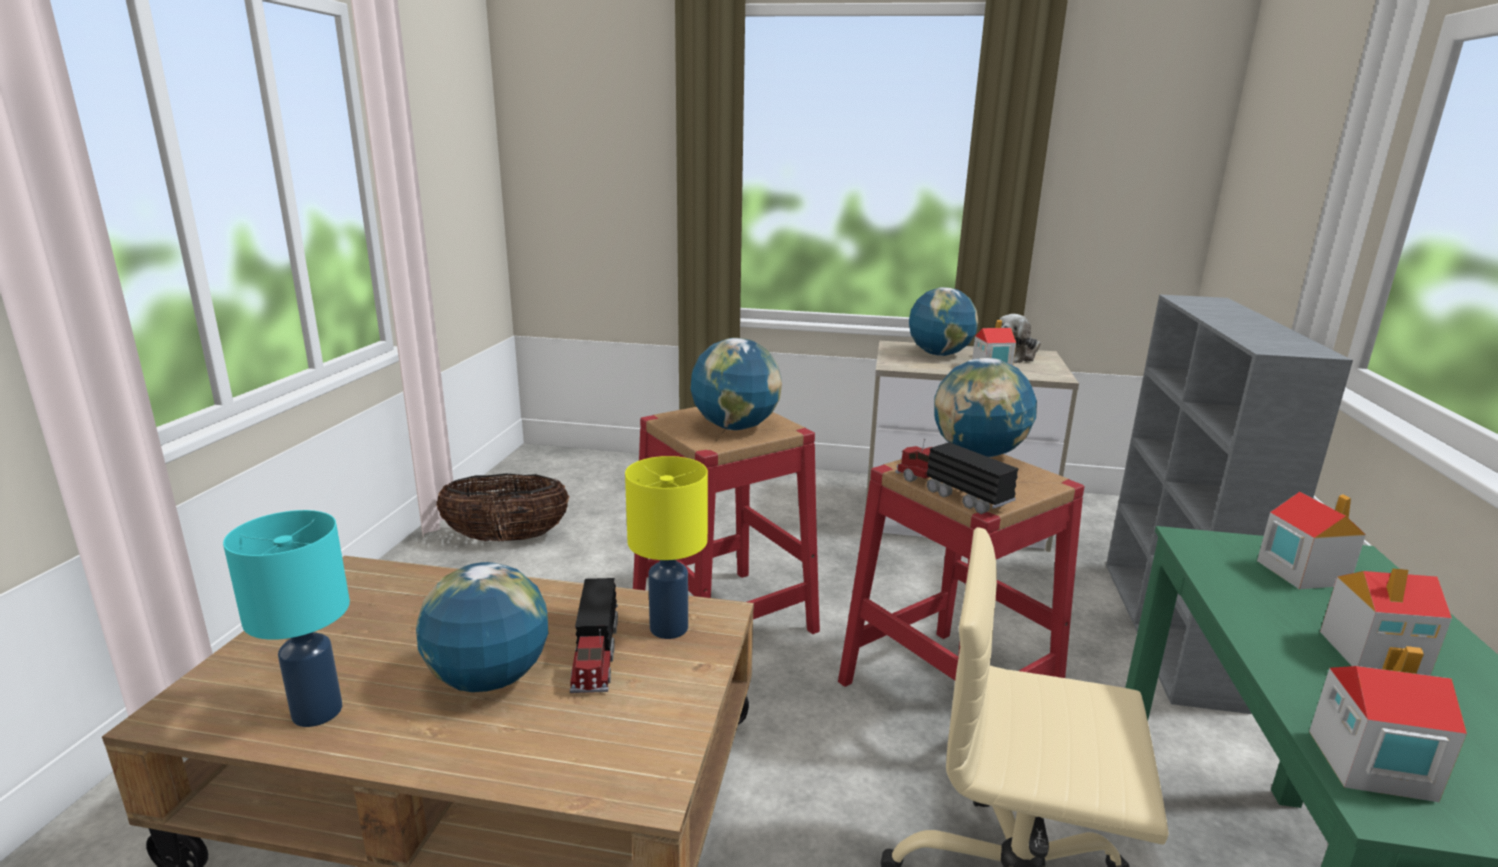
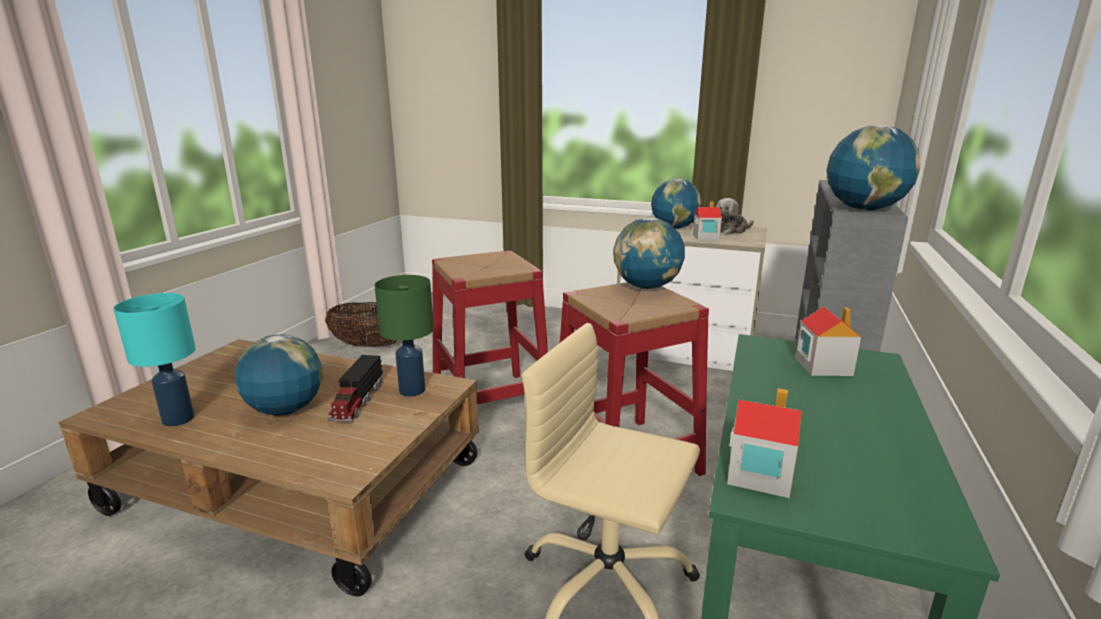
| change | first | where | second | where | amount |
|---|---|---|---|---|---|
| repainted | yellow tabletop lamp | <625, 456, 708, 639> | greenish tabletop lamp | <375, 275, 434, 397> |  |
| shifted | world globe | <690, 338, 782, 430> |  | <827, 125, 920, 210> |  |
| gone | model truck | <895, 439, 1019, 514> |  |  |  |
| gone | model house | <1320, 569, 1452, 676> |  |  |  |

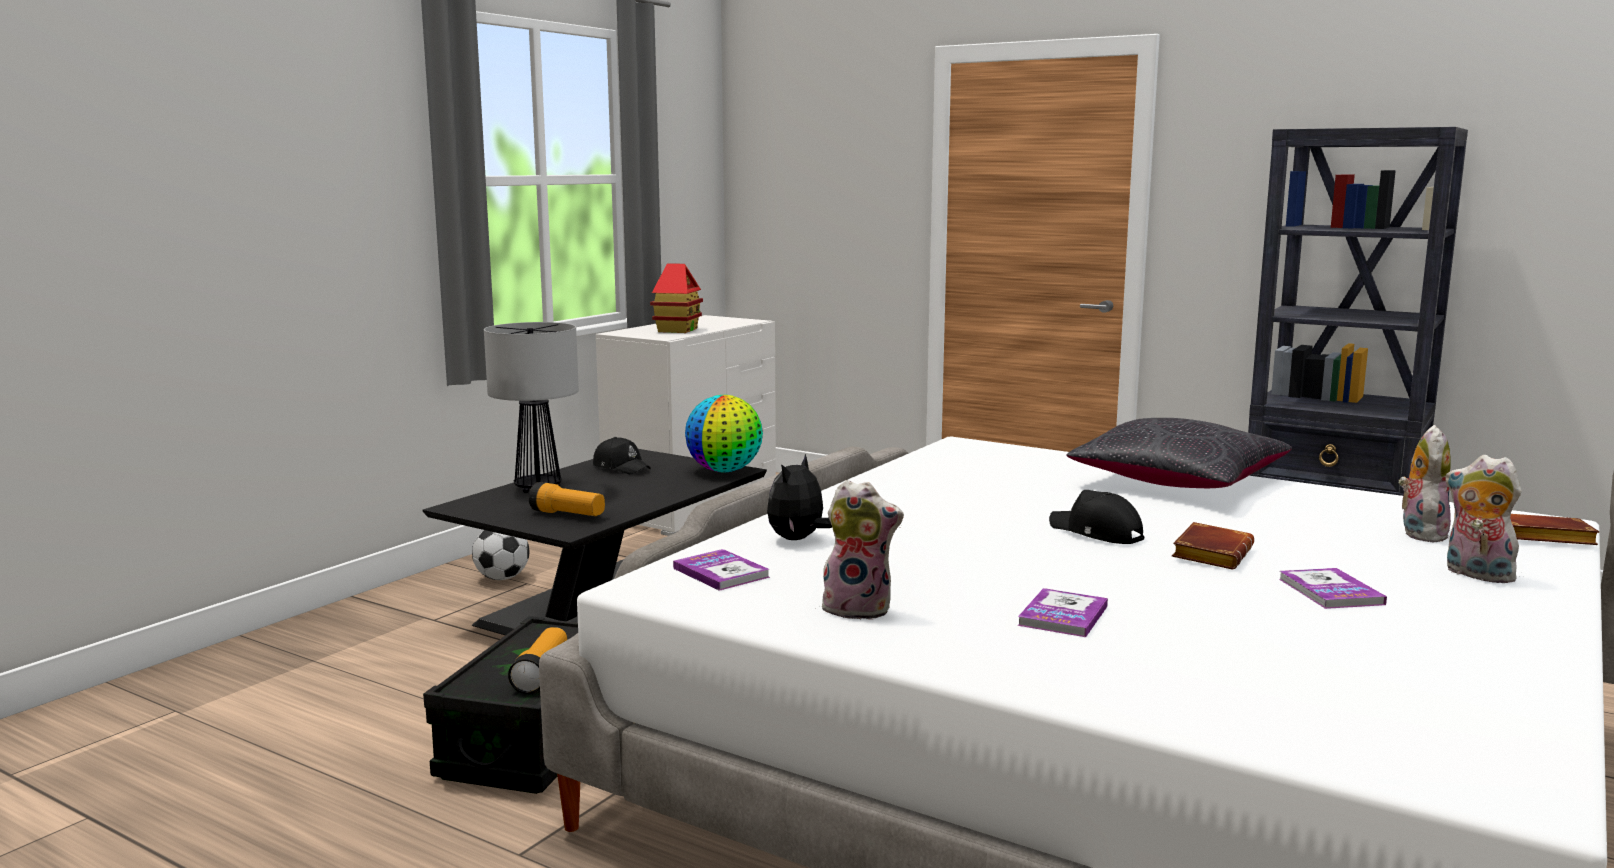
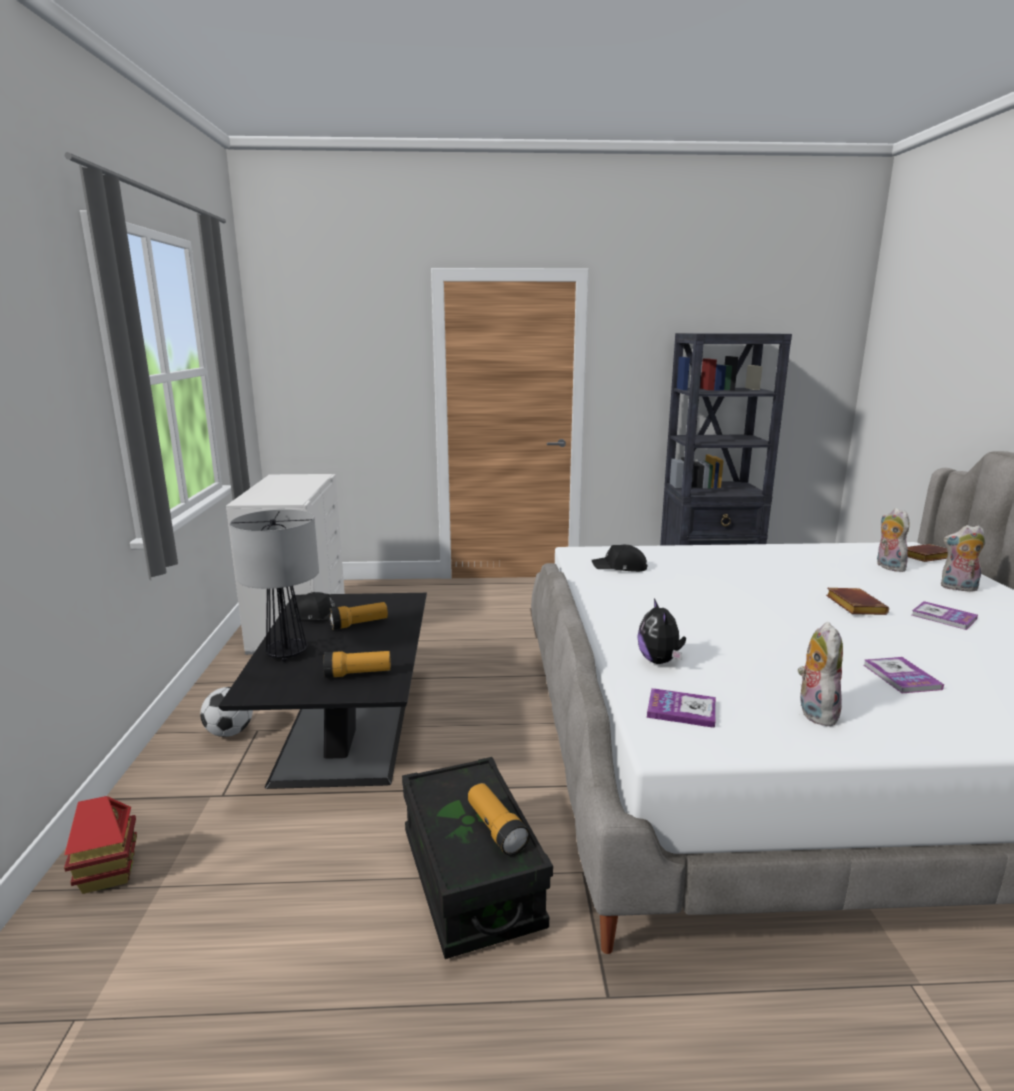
| change | first | where | second | where | amount |
|---|---|---|---|---|---|
| shifted | model house | <650, 263, 703, 333> |  | <64, 796, 137, 894> |  |
| gone | world globe | <685, 395, 763, 472> |  |  |  |
| rotated | soft toy | <819, 480, 904, 620> |  | <798, 622, 843, 726> | 60 degrees counterclockwise |
| shifted | black-coloured cap | <1049, 490, 1144, 544> |  | <592, 545, 648, 572> |  |
| gone | black-coloured cushion | <1067, 418, 1292, 488> |  |  |  |
| new |  |  | flashlight | <329, 602, 388, 630> |  |

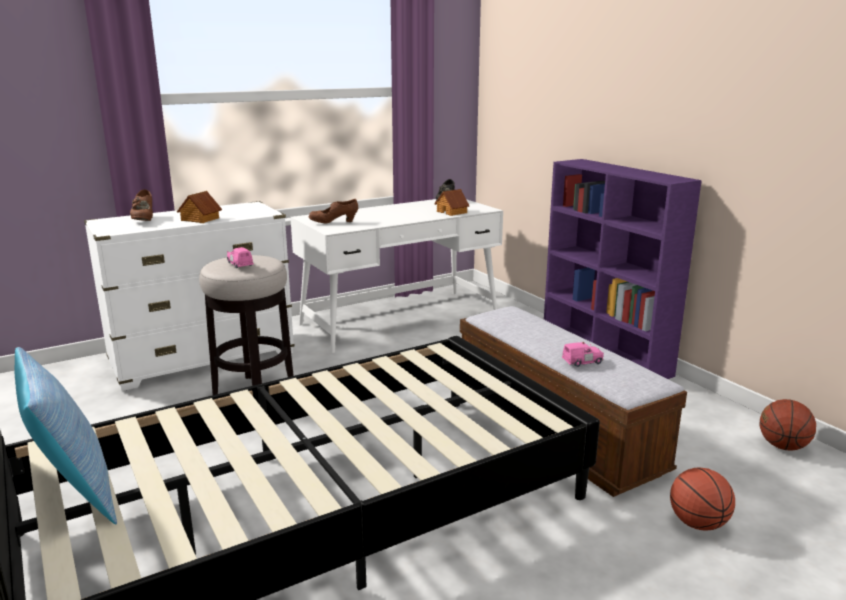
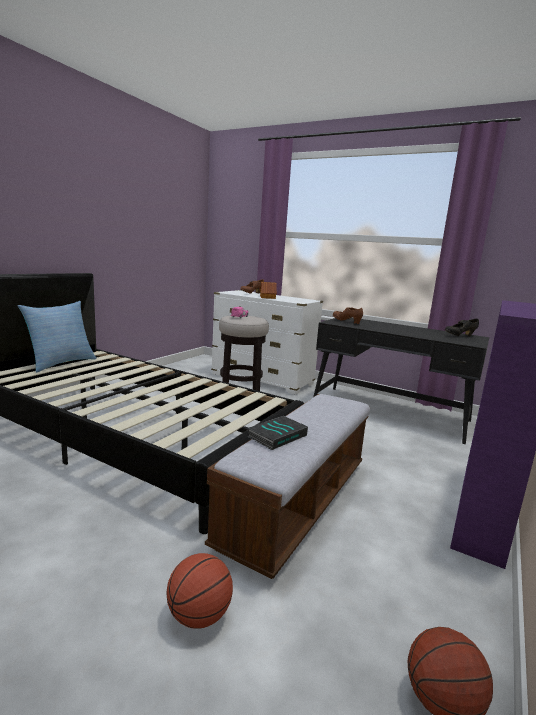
| change | first | where | second | where | amount |
|---|---|---|---|---|---|
| repainted | whitish desk | <290, 199, 503, 353> | black-coloured desk | <313, 318, 489, 444> |  |
| gone | model house | <434, 189, 469, 216> |  |  |  |
| swapped | pink-coloured model car | <562, 342, 604, 367> | bound book | <248, 416, 308, 450> |  |

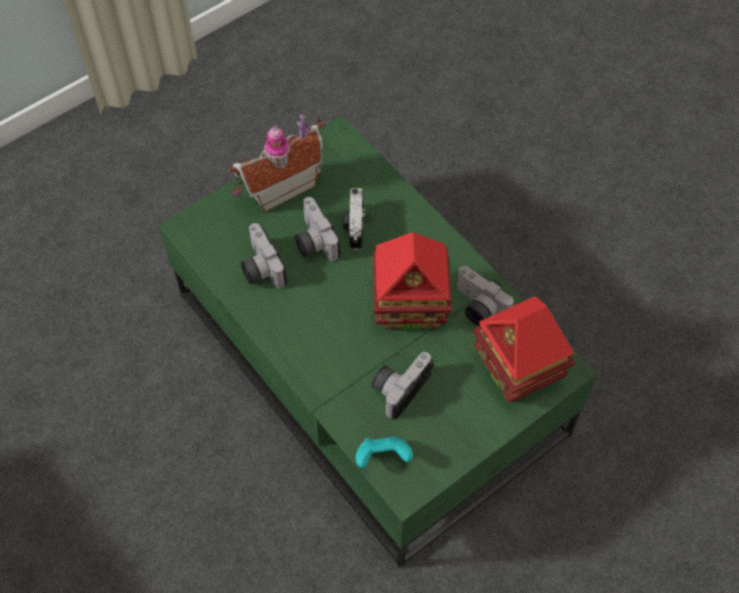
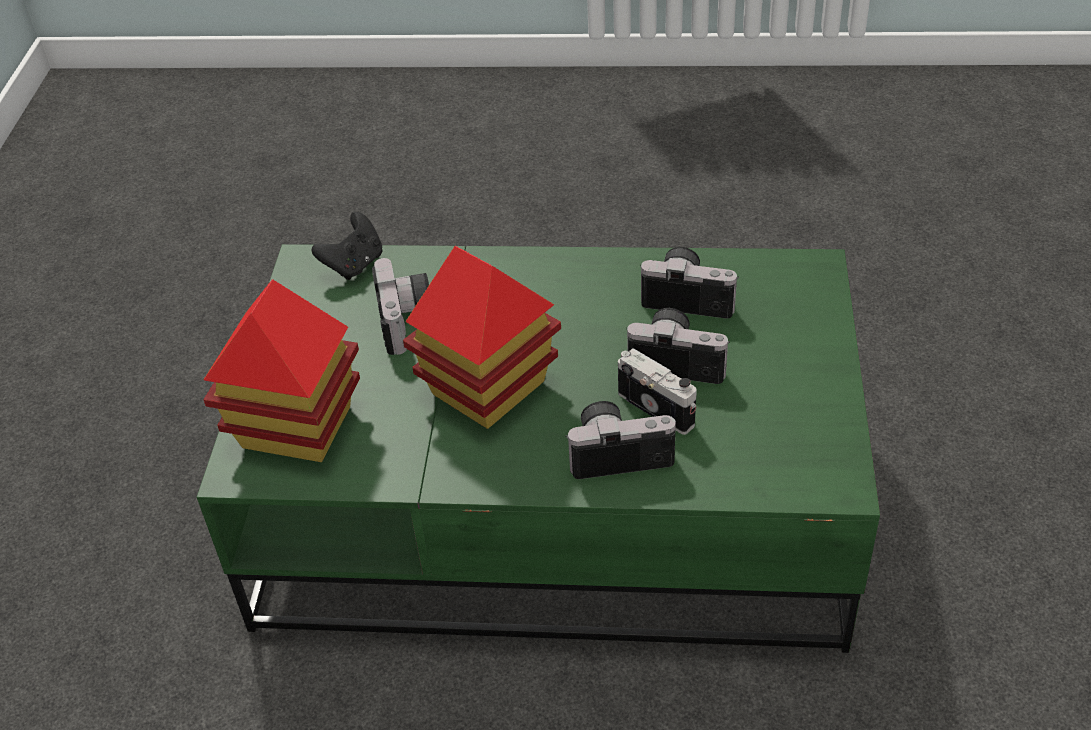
| change | first | where | second | where | amount |
|---|---|---|---|---|---|
| gone | model house | <229, 114, 324, 213> |  |  |  |
| repainted | blue-green game controller | <356, 437, 413, 468> | black-coloured game controller | <312, 212, 382, 280> |  |
| shifted | still camera | <457, 266, 515, 326> |  | <565, 401, 676, 479> |  |

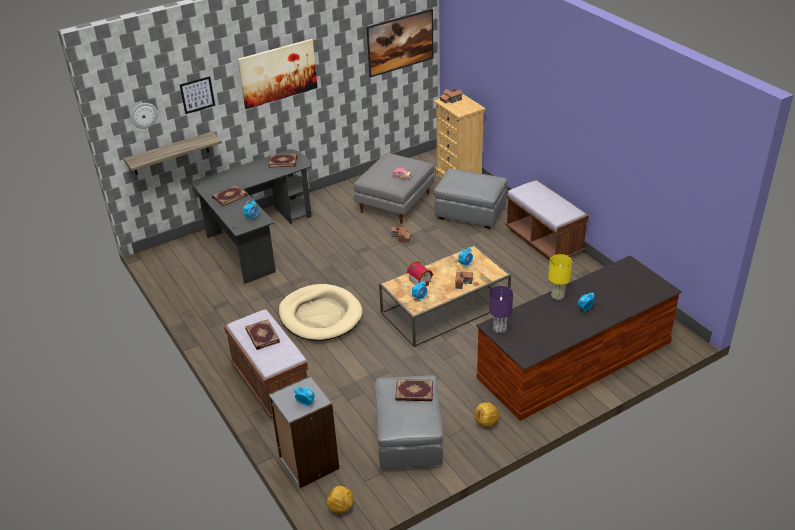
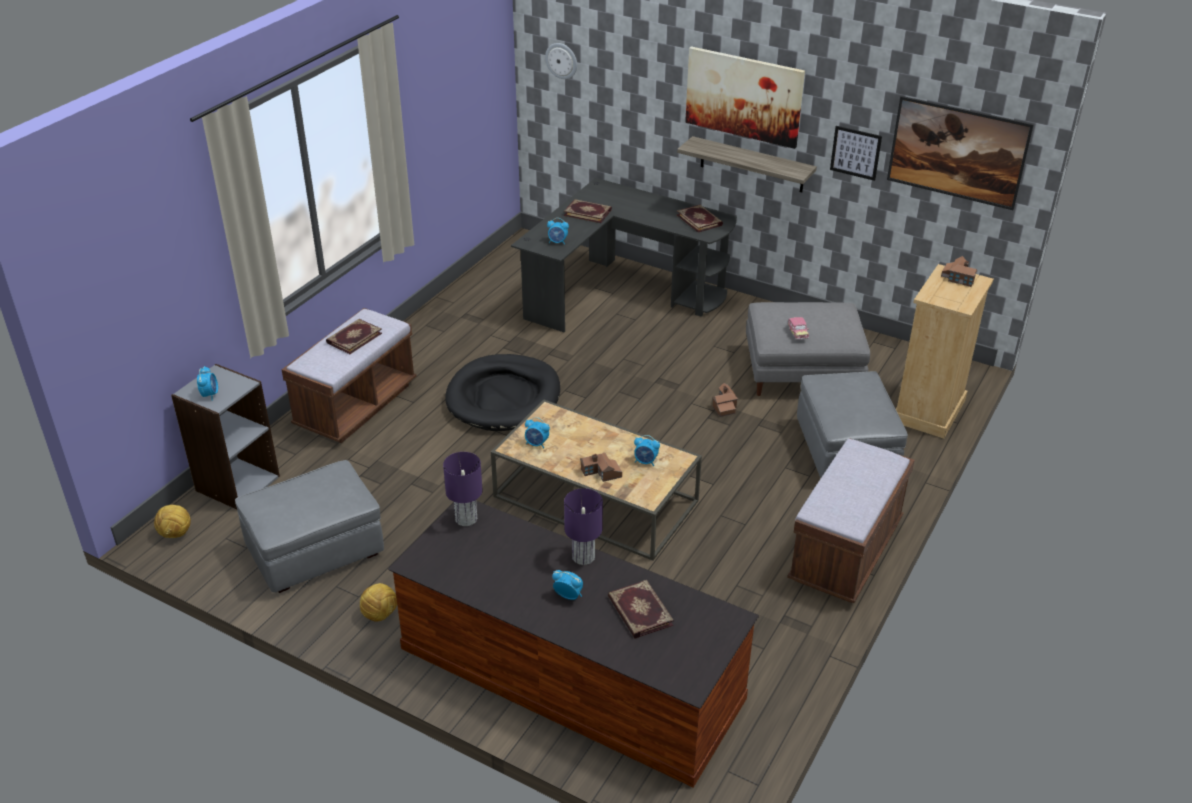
| change | first | where | second | where | amount |
|---|---|---|---|---|---|
| shifted | wall shelf | <123, 131, 222, 175> |  | <677, 136, 817, 193> |  |
| shifted | picture | <180, 76, 215, 114> |  | <830, 126, 882, 181> |  |
| repainted | beige-coloured dog bed | <279, 284, 363, 341> | black-coloured dog bed | <445, 354, 560, 431> |  |
| shifted | bound book | <395, 379, 433, 401> |  | <608, 580, 674, 638> |  |
| gone | model house | <407, 261, 433, 287> |  |  |  |
| repainted | yellow tabletop lamp | <548, 254, 572, 300> | purple tabletop lamp | <564, 488, 603, 565> |  |

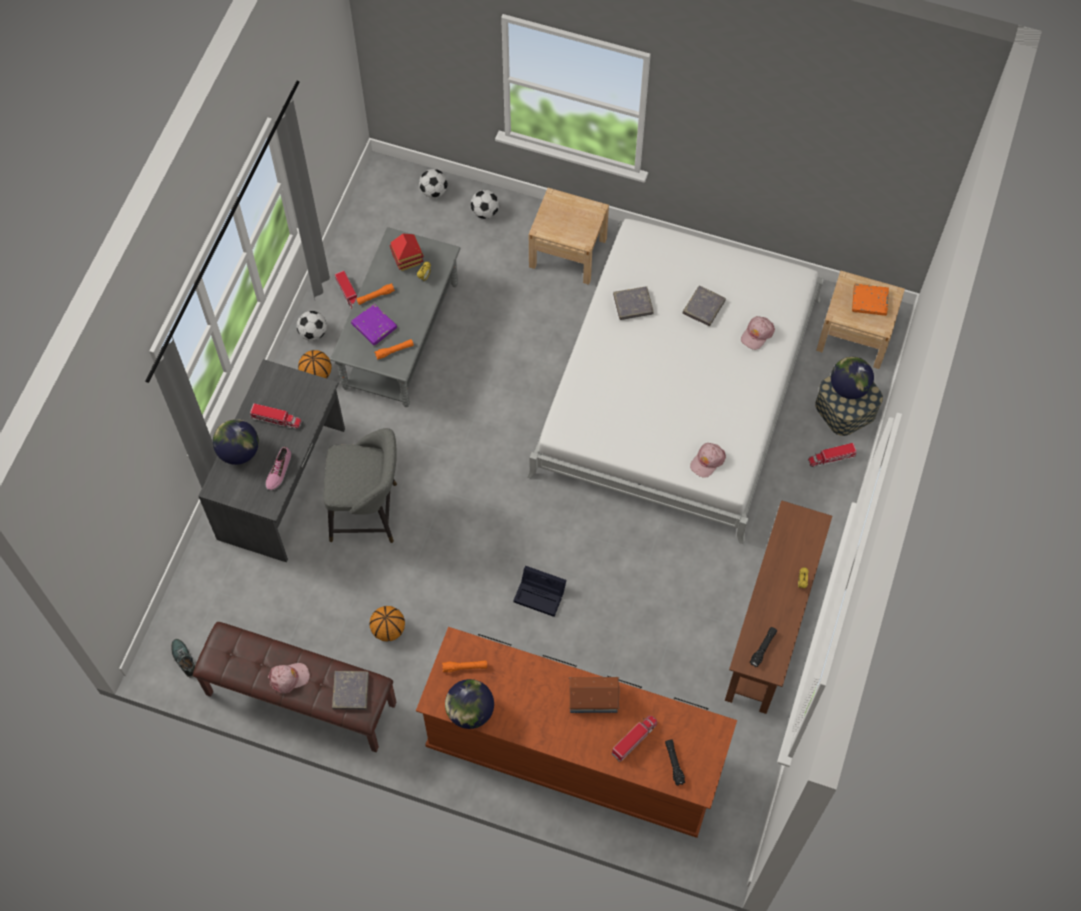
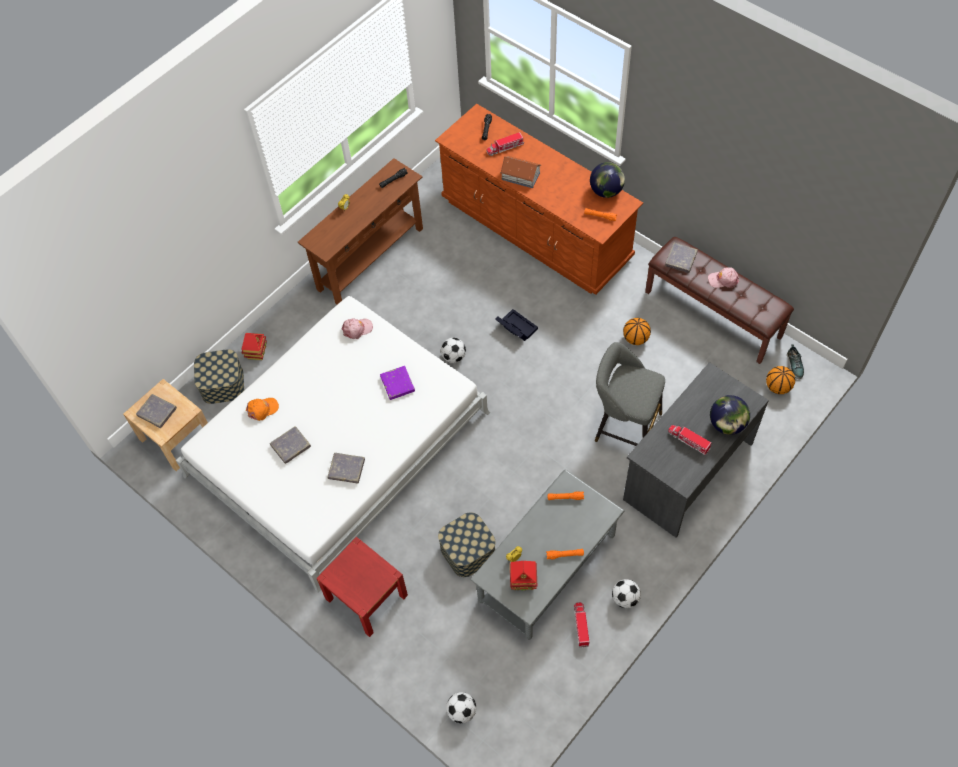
| change | first | where | second | where | amount |
|---|---|---|---|---|---|
| gone | low shoe | <266, 447, 291, 491> |  |  |  |
| shifted | basketball | <298, 350, 332, 378> |  | <766, 366, 795, 394> |  |
| shifted | purple bound book | <351, 304, 397, 346> |  | <380, 366, 415, 400> |  |
| shifted | ball for football | <470, 190, 499, 219> |  | <441, 338, 466, 363> |  |
| repainted | beige-coloured night table | <529, 188, 609, 285> | red-coloured night table | <316, 537, 408, 637> |  |
| repainted | pink-coloured cap | <741, 316, 775, 350> | orange cap | <246, 398, 279, 421> |  |
| swapped | model truck | <808, 443, 857, 467> | model house | <241, 333, 267, 360> |  |
| gone | world globe | <831, 357, 874, 399> |  |  |  |
| repainted | orange bound book | <852, 284, 889, 316> | gray bound book | <136, 394, 177, 428> |  |
| new |  |  | storage bin | <438, 512, 495, 577> |  |

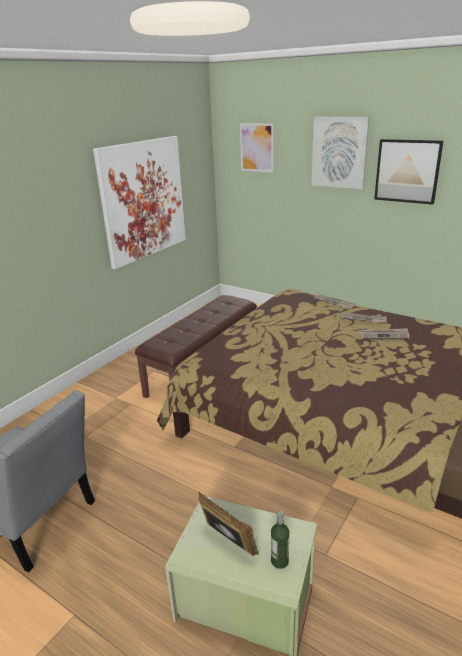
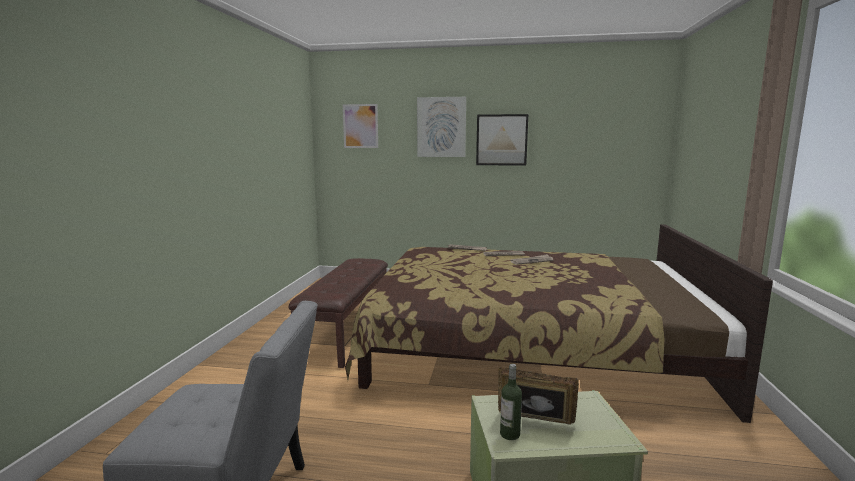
| change | first | where | second | where | amount |
|---|---|---|---|---|---|
| gone | picture | <93, 136, 186, 269> |  |  |  |
| shifted | bottle | <271, 510, 289, 569> |  | <500, 364, 522, 440> |  |

